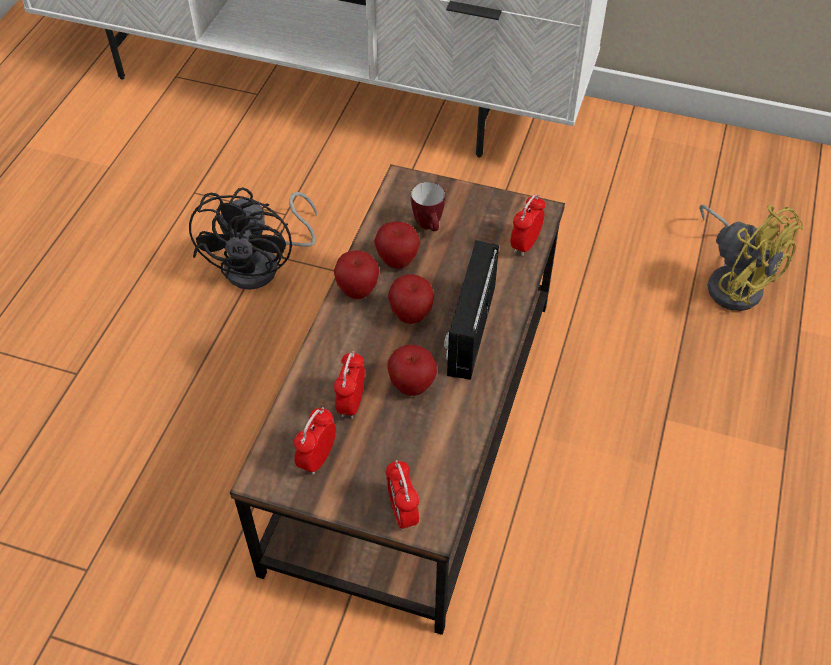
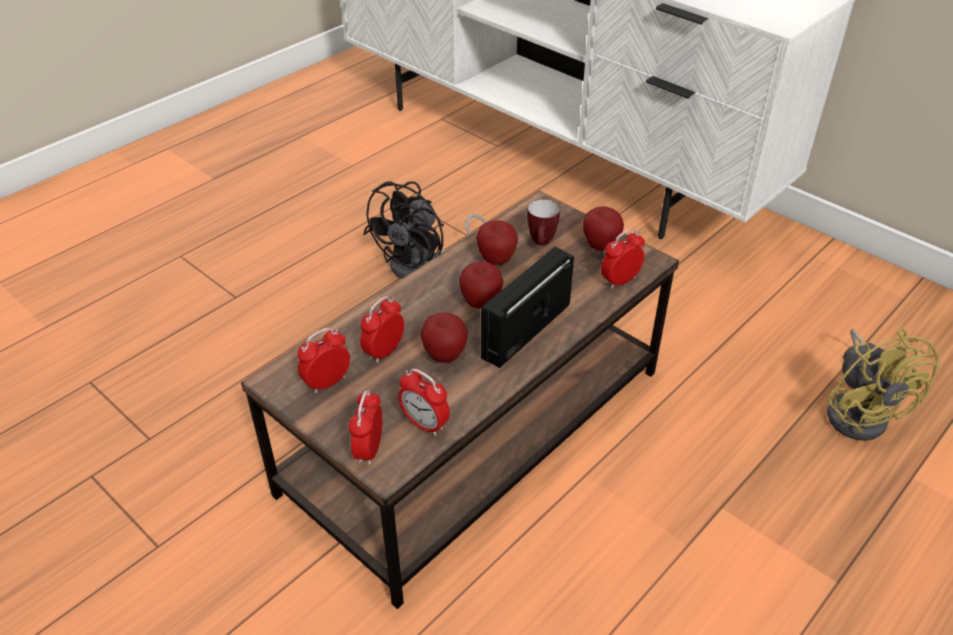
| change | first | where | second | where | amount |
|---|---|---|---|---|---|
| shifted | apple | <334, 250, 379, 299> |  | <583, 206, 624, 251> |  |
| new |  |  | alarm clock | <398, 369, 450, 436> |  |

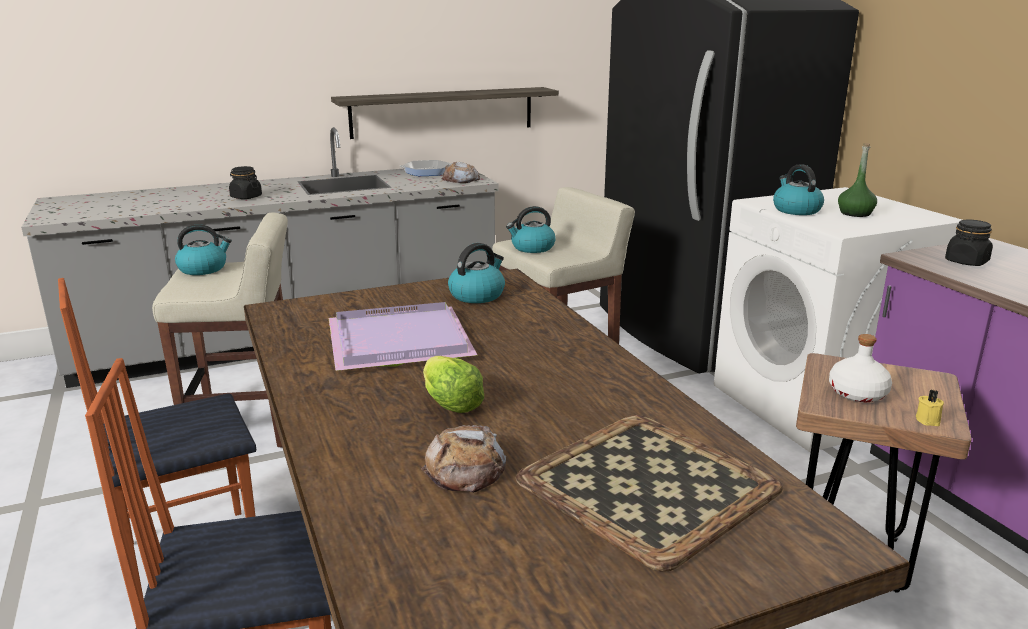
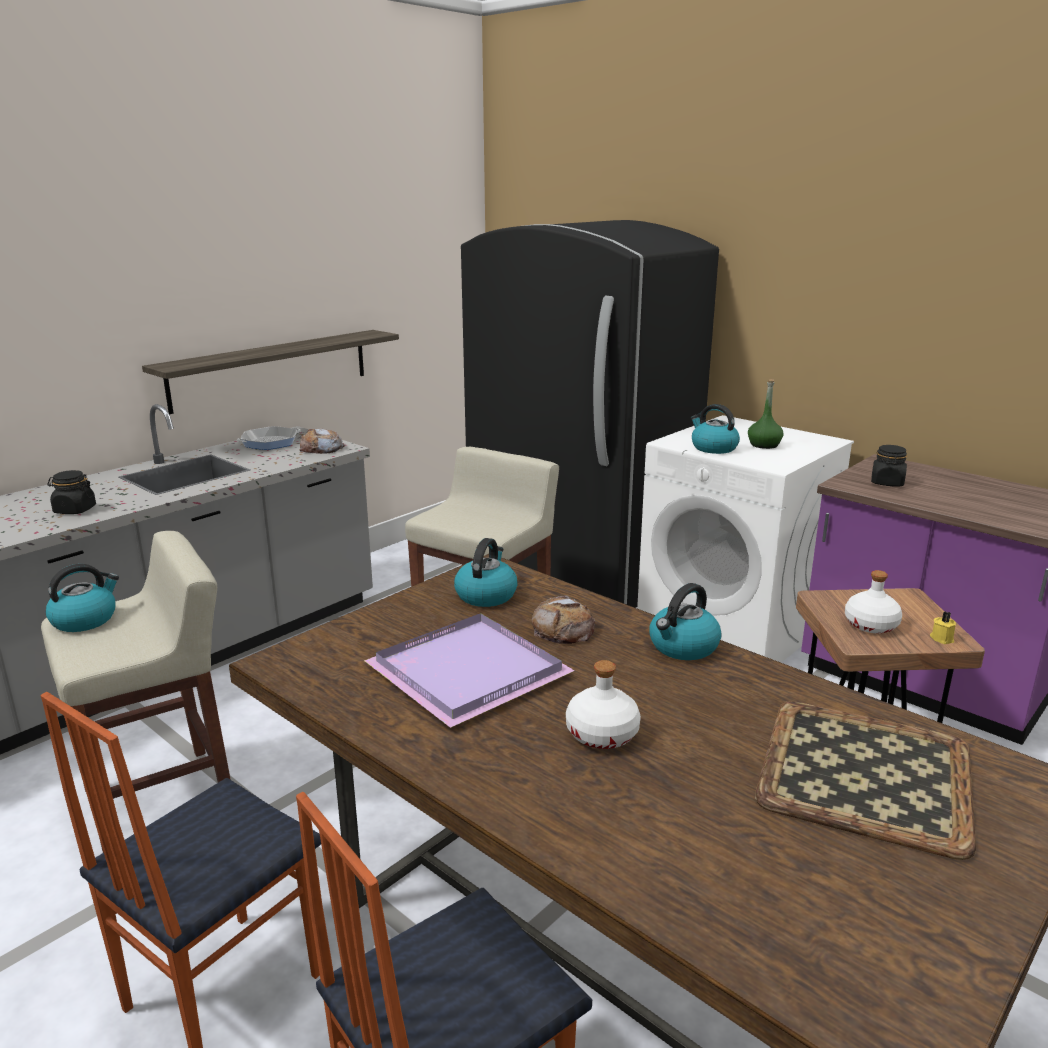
| change | first | where | second | where | amount |
|---|---|---|---|---|---|
| shifted | baked bread | <421, 425, 507, 493> |  | <532, 596, 595, 644> |  |
| swapped | lettuce | <423, 356, 484, 413> | whitish bottle | <566, 660, 641, 749> |  |
| shifted | water kettle | <506, 206, 556, 253> |  | <649, 583, 721, 660> |  |

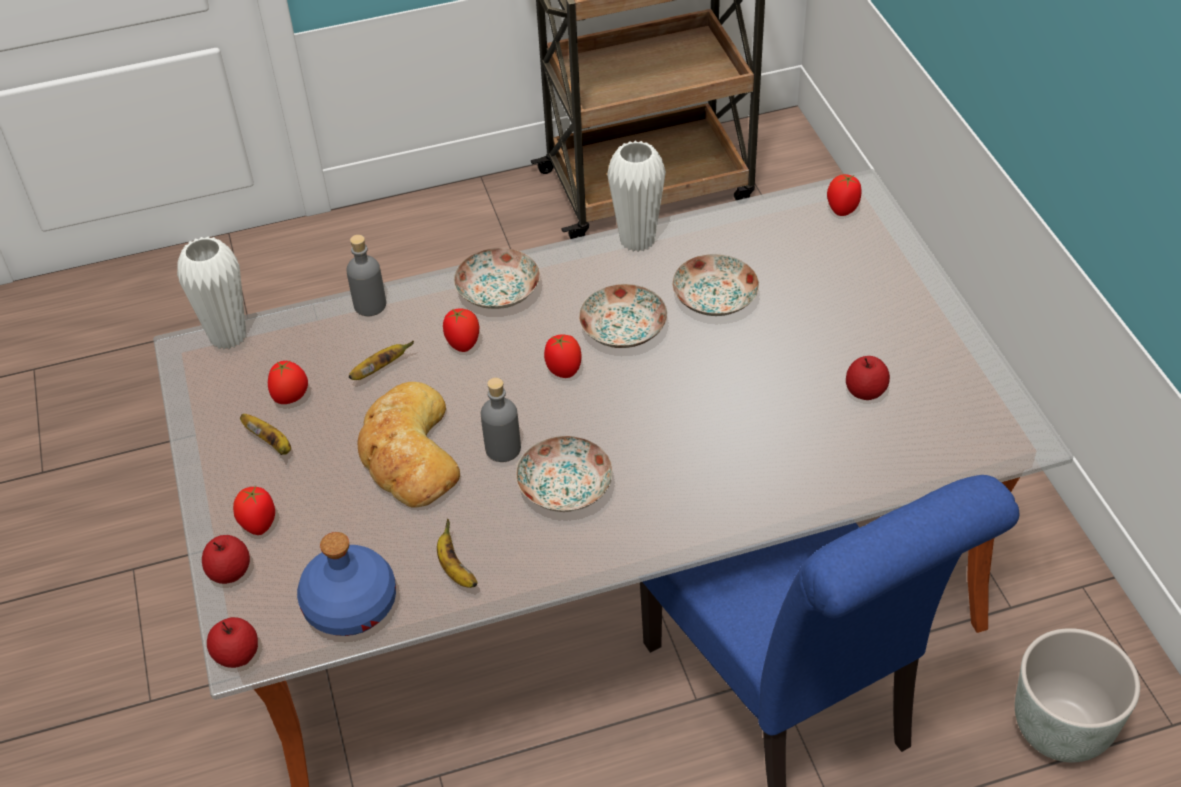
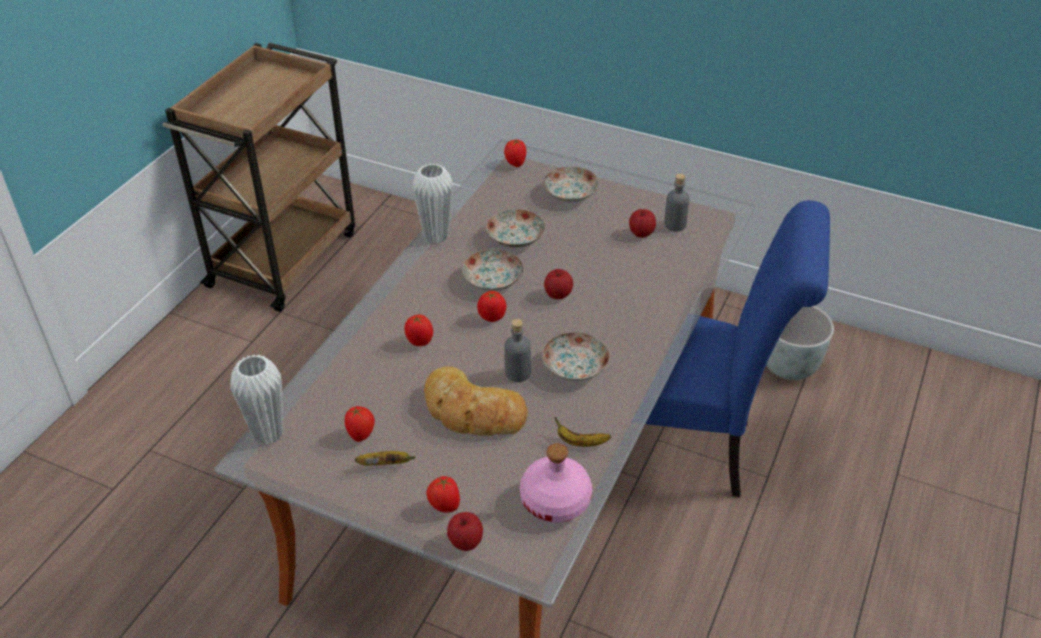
| change | first | where | second | where | amount |
|---|---|---|---|---|---|
| shifted | apple | <207, 617, 258, 668> |  | <544, 269, 573, 299> |  |
| repainted | blue bottle | <297, 532, 396, 636> | pink-coloured bottle | <520, 443, 592, 523> |  |
| shifted | gray bottle | <346, 235, 386, 316> |  | <664, 173, 689, 231> |  |
| gone | whole banana | <349, 341, 414, 380> |  |  |  |
| shifted | plate | <454, 248, 540, 309> |  | <544, 166, 599, 202> |  |

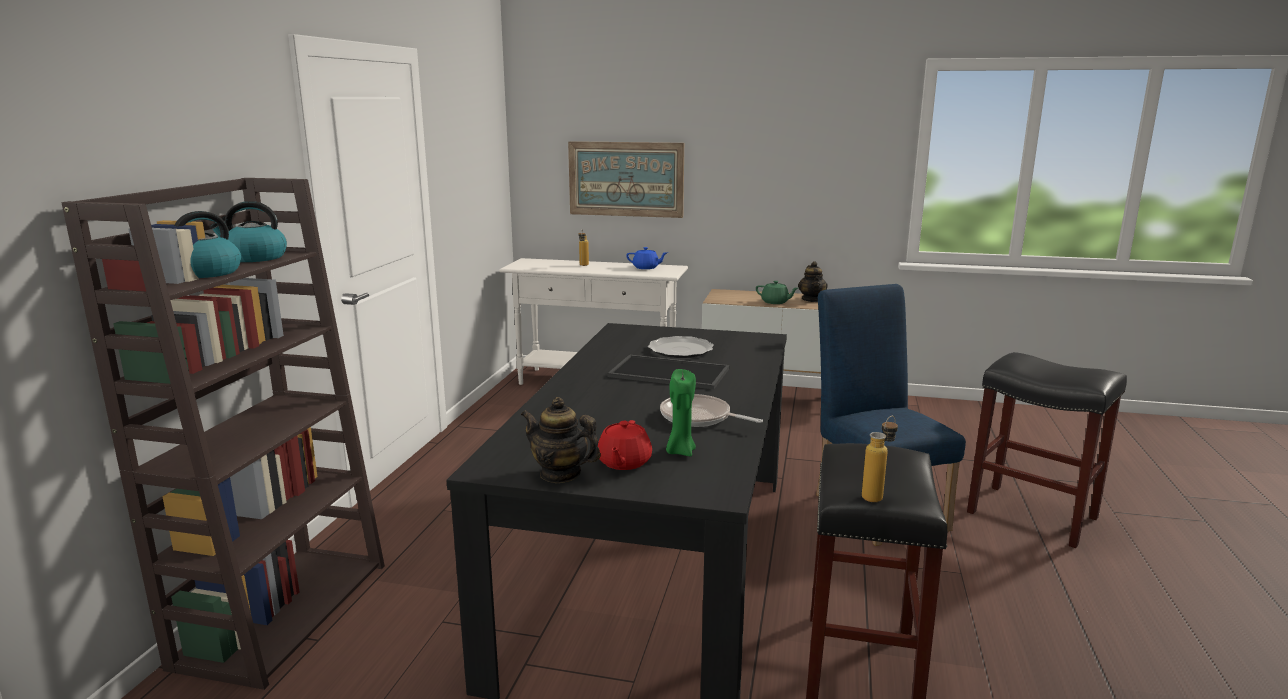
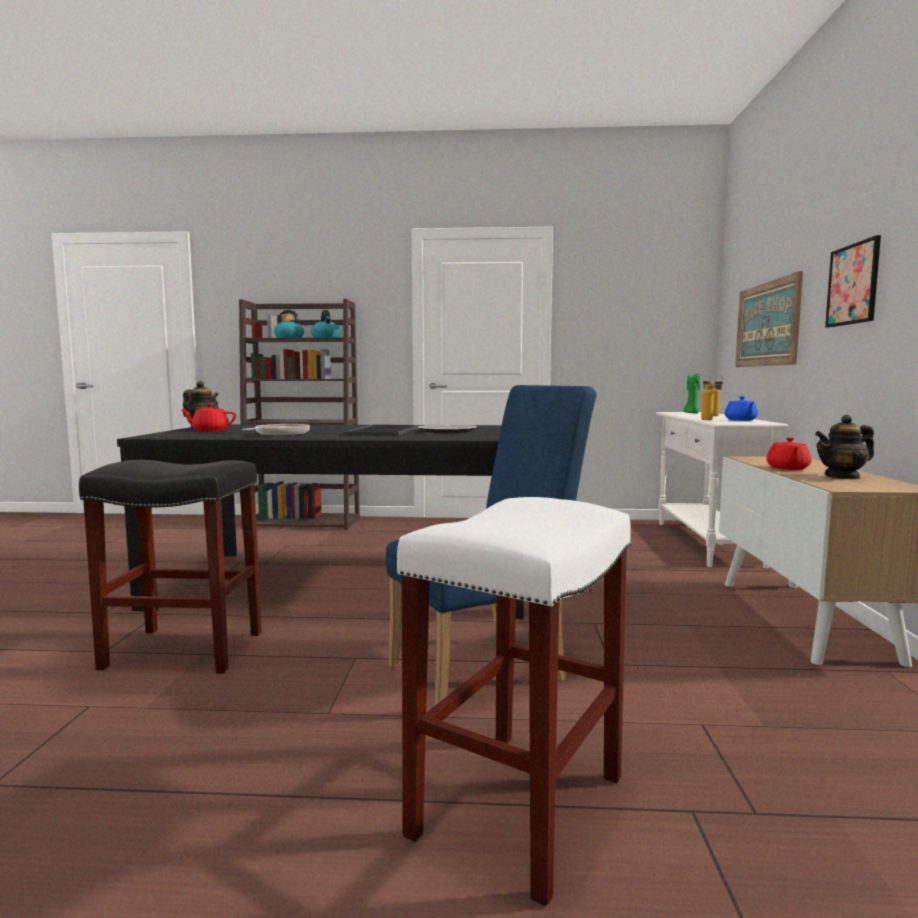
| change | first | where | second | where | amount |
|---|---|---|---|---|---|
| shifted | greenish wax candle | <666, 369, 696, 456> |  | <684, 374, 700, 414> |  |
| repainted | greenish pot for tea | <756, 281, 798, 304> | red-coloured pot for tea | <767, 437, 811, 470> |  |
| shifted | bottle | <862, 416, 898, 502> |  | <701, 376, 724, 420> |  |
| repainted | black-coloured sitting stool | <967, 352, 1127, 548> | whitish sitting stool | <397, 497, 631, 907> |  |
| new |  |  | picture | <825, 235, 881, 328> |  |

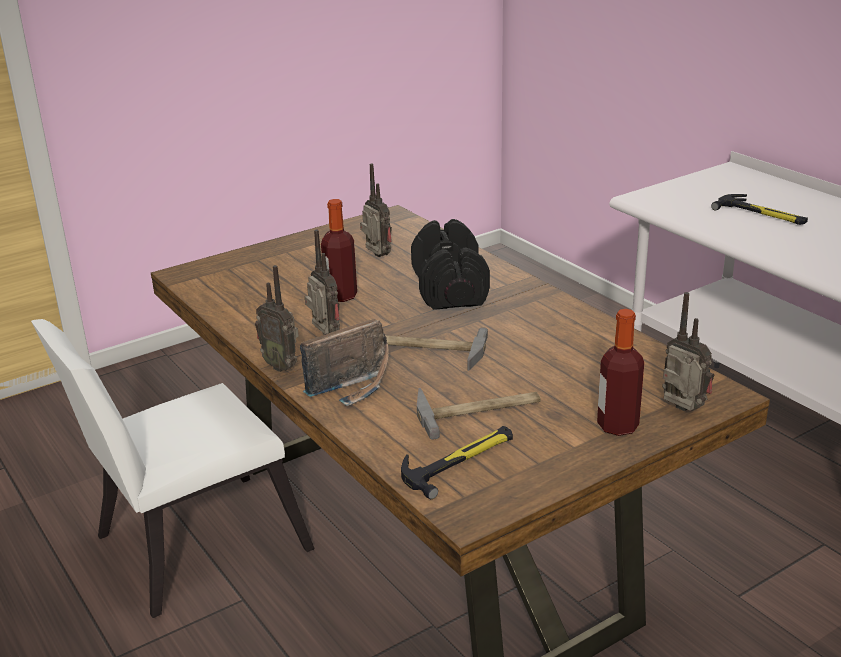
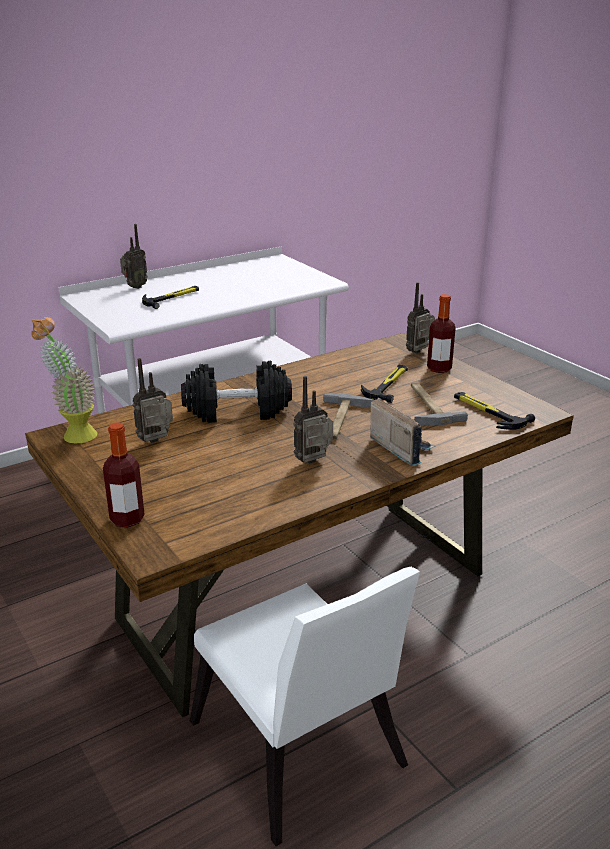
| change | first | where | second | where | amount |
|---|---|---|---|---|---|
| shifted | radio set | <255, 265, 299, 372> |  | <120, 224, 148, 289> |  |
| shifted | bottle | <321, 199, 357, 302> |  | <103, 422, 145, 527> |  |
| new |  |  | plant in a pot | <32, 317, 97, 443> |  |
| new |  |  | hammer | <361, 365, 408, 403> |  |

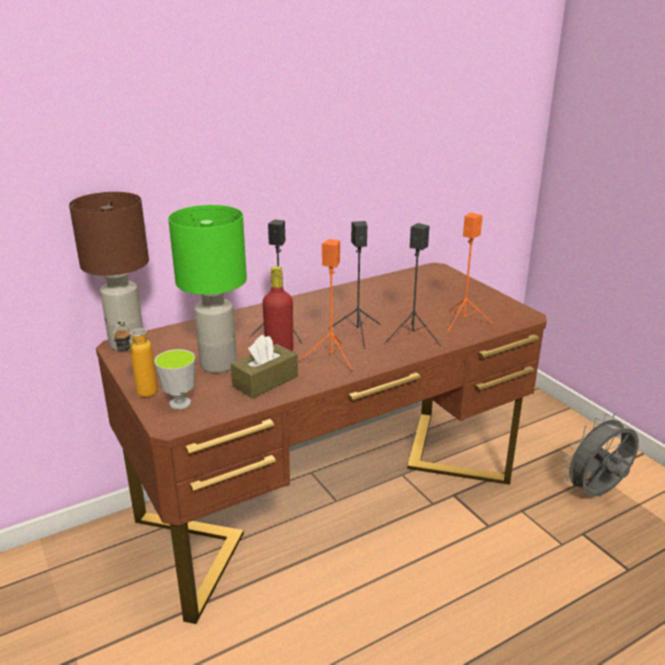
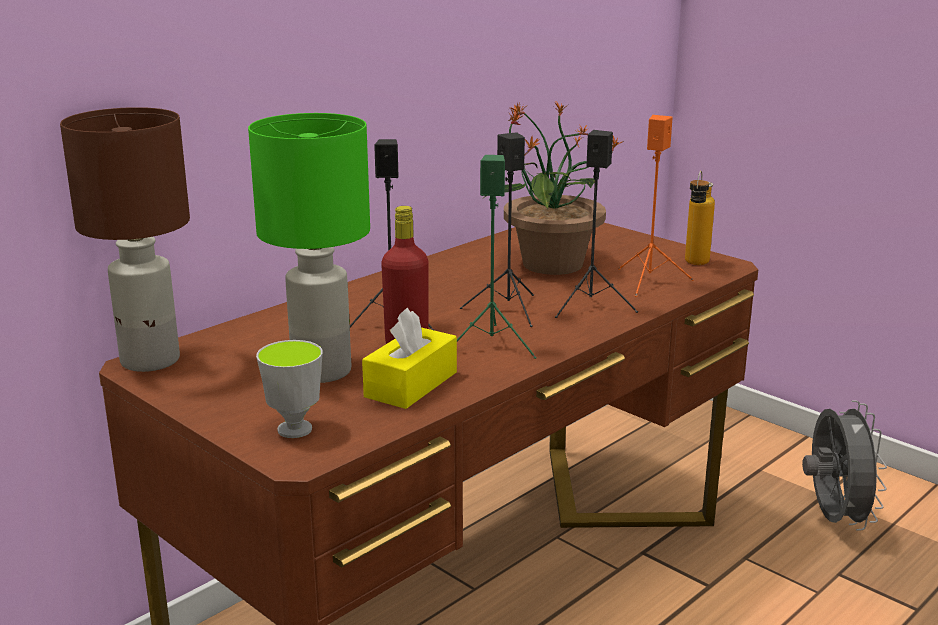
| change | first | where | second | where | amount |
|---|---|---|---|---|---|
| shifted | bottle | <113, 324, 157, 397> |  | <685, 171, 715, 265> |  |
| repainted | brown box of tissues | <231, 335, 298, 399> | yellow box of tissues | <362, 308, 457, 409> |  |
| repainted | orange loudspeaker | <298, 239, 354, 373> | greenish loudspeaker | <457, 155, 537, 359> |  |
| rotated | gray electric fan | <562, 414, 639, 497> |  | <802, 400, 887, 531> | 135 degrees clockwise |
| new |  |  | plant in a pot | <483, 102, 624, 275> |  |

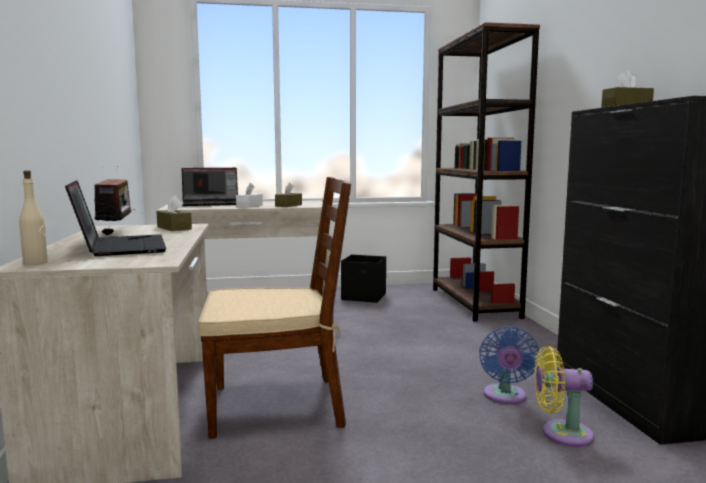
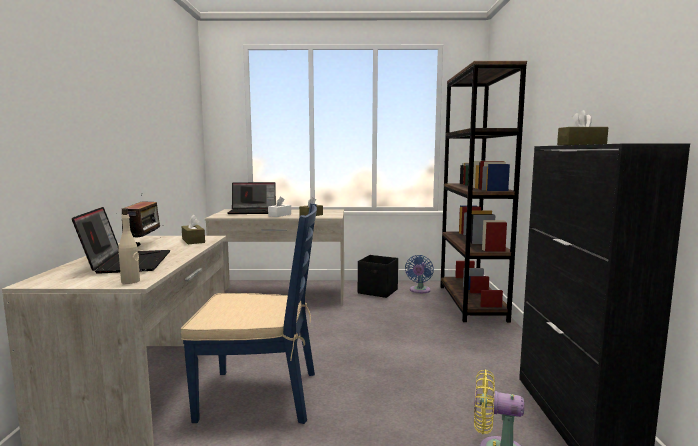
| change | first | where | second | where | amount |
|---|---|---|---|---|---|
| shifted | beige-coloured bottle | <19, 171, 48, 265> |  | <118, 208, 140, 284> |  |
| repainted | brown plain chair | <198, 177, 351, 439> | blue plain chair | <181, 203, 317, 424> |  |
| shifted | blue electric fan | <479, 326, 539, 404> |  | <405, 255, 434, 293> |  |

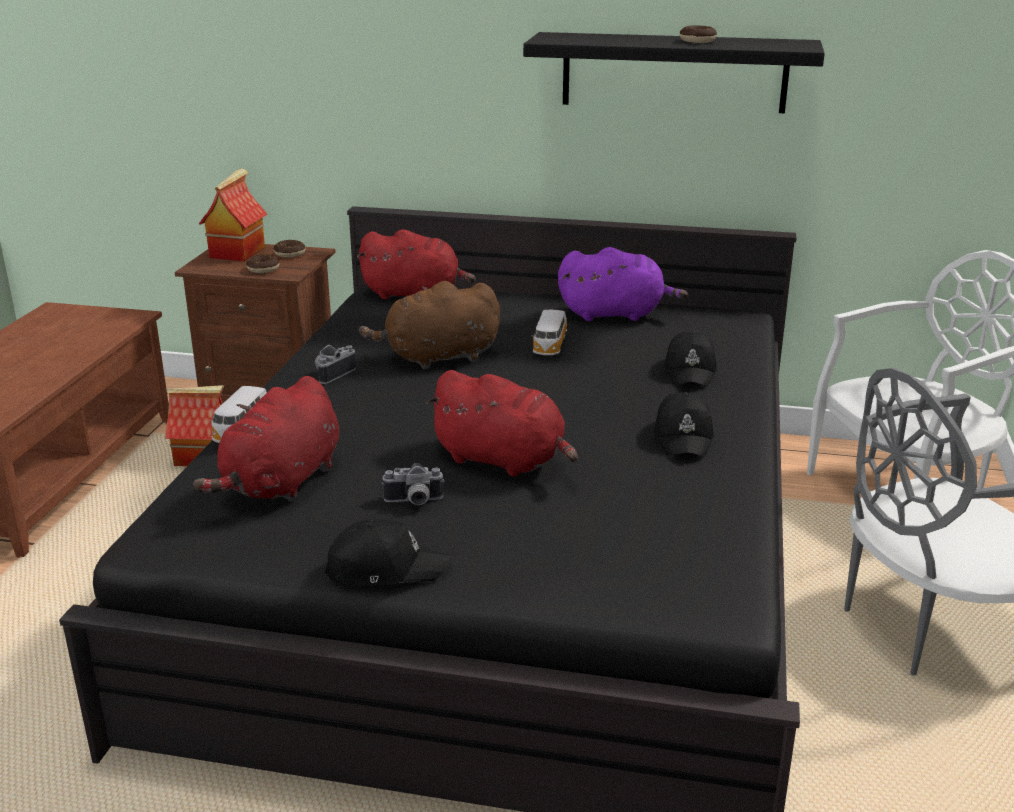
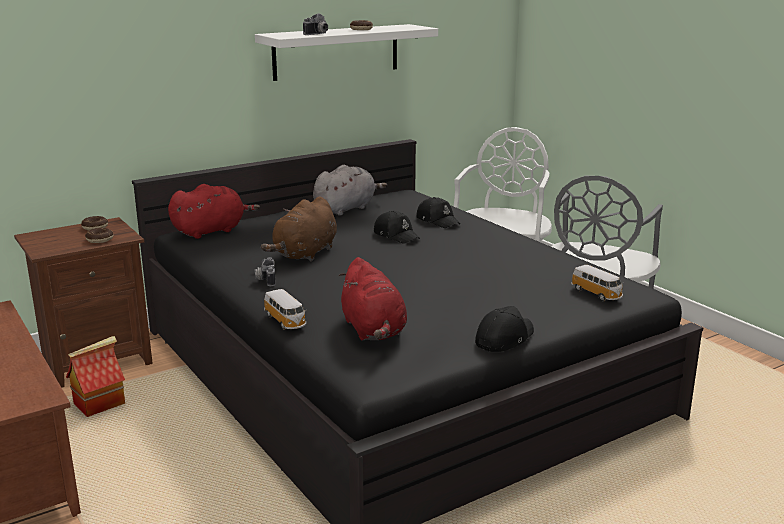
| change | first | where | second | where | amount |
|---|---|---|---|---|---|
| gone | model house | <199, 168, 268, 261> |  |  |  |
| shifted | still camera | <381, 463, 445, 505> |  | <303, 13, 328, 35> |  |
| gone | red-coloured soft toy | <426, 370, 578, 477> |  |  |  |
| repainted | black-coloured wall shelf | <523, 32, 825, 113> | whitish wall shelf | <255, 24, 438, 81> |  |
| shifted | model car | <532, 310, 567, 355> |  | <571, 265, 623, 301> |  |
| repainted | purple soft toy | <558, 247, 688, 321> | gray soft toy | <313, 165, 387, 215> |  |
| shifted | black-coloured cap | <654, 392, 714, 457> |  | <374, 211, 420, 243> |  |

